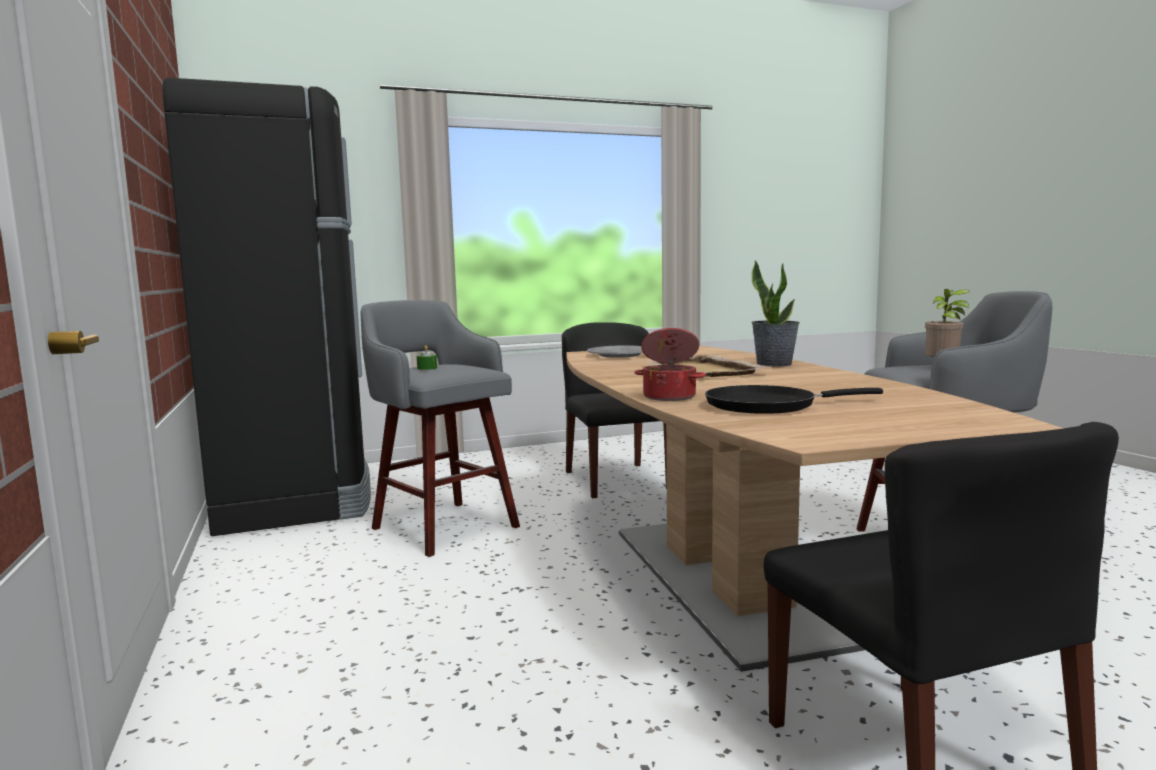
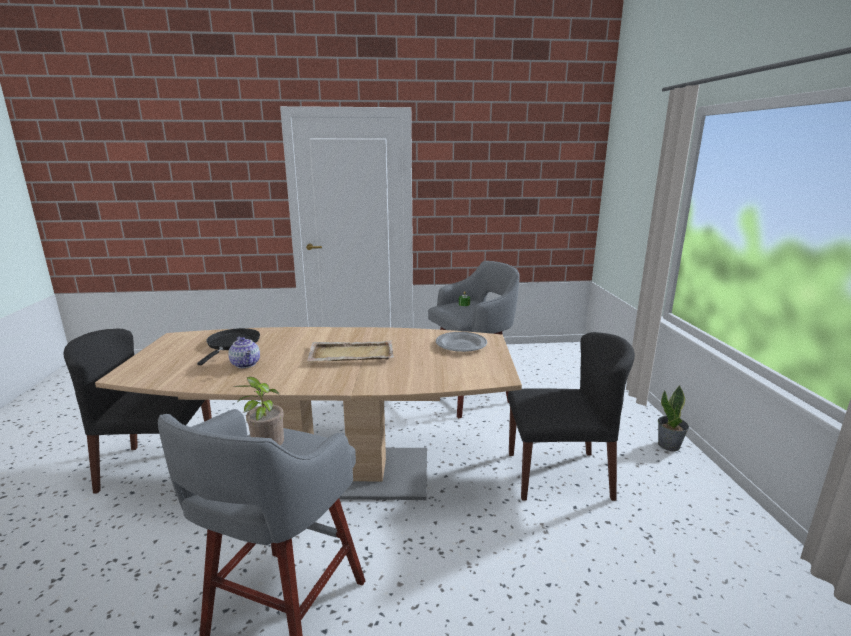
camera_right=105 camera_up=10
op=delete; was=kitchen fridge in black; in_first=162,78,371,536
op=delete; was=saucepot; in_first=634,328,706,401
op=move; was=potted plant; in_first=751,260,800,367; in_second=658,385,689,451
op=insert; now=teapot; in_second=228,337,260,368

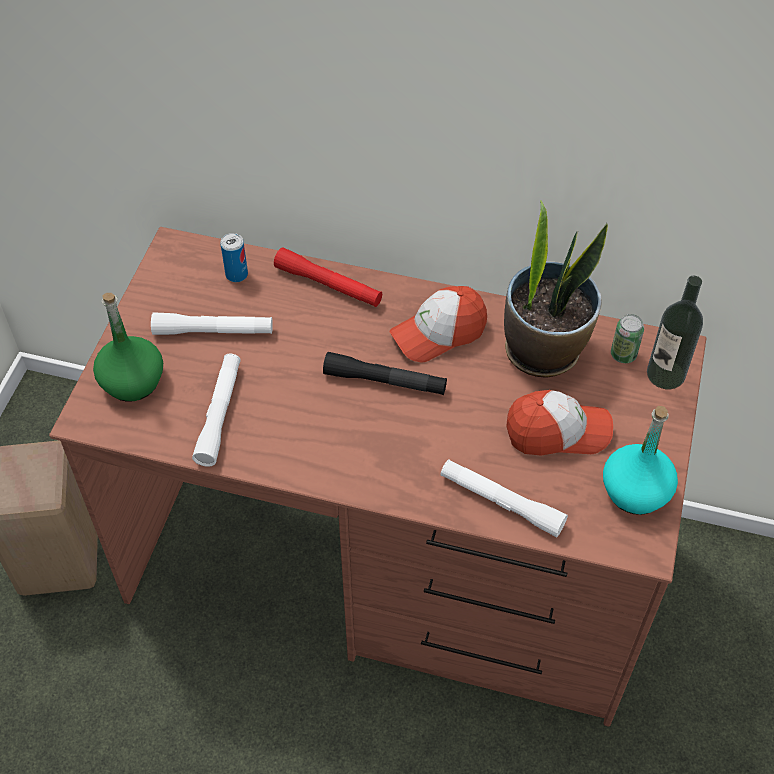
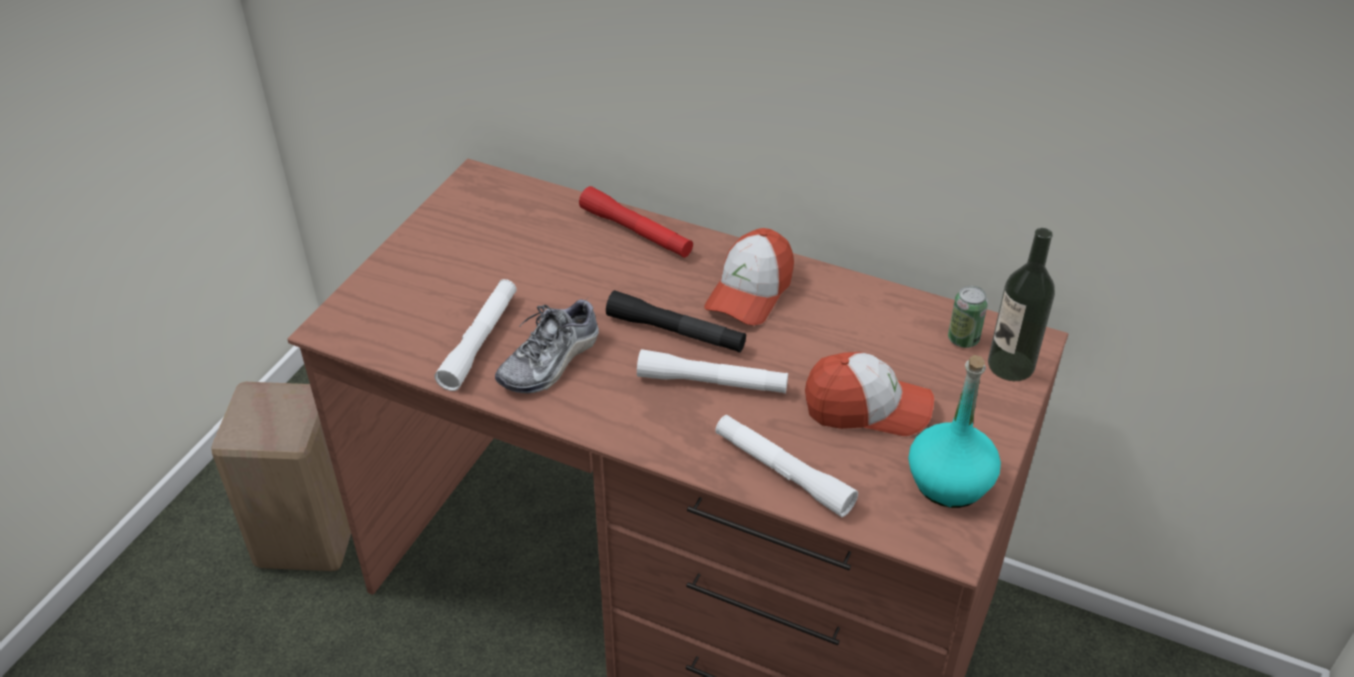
camera_right=10 camera_up=-10
op=delete; was=bottle in green; in_first=93,293,163,402
op=move; was=hand torch in white; in_first=151,312,273,335; in_second=637,349,788,394
op=delete; was=metal can; in_first=220,233,248,282
op=rotate; was=baseball cap; in_first=390,286,487,363; in_second=704,228,794,326; clockwise=-45
op=delete; was=potted plant; in_first=504,200,608,378
op=insert; now=item of footwear; in_second=495,297,599,393

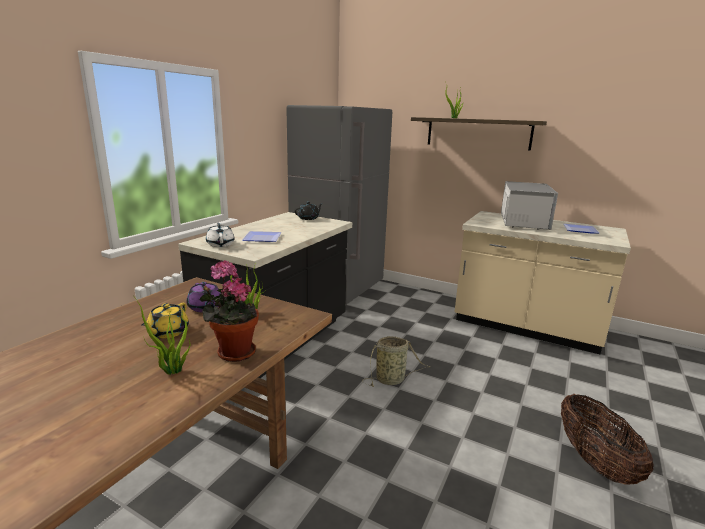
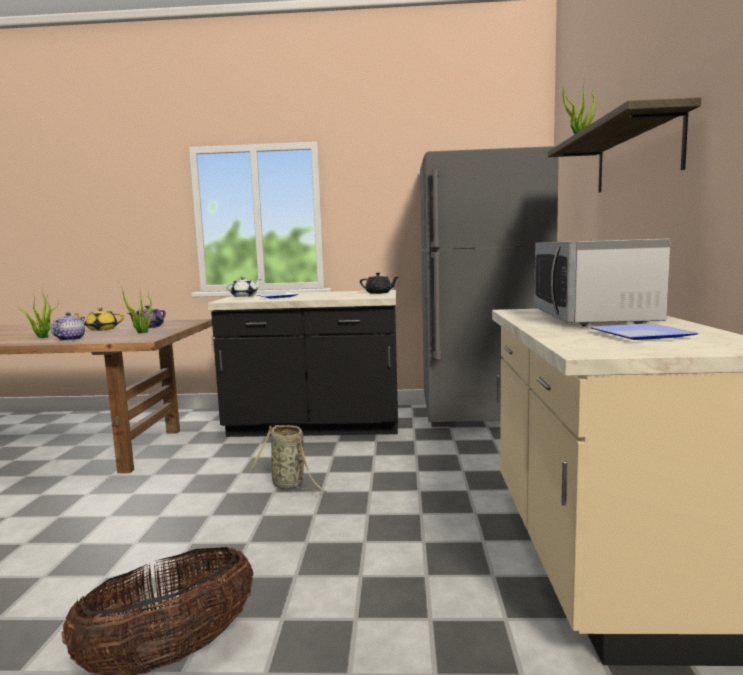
camera_right=65 camera_up=-10
op=replace; was=potted plant; now=teapot; in_first=199,260,259,362; in_second=51,312,85,341
op=rotate; was=kitchen microwave; in_first=501,181,558,230; in_second=534,238,671,326; clockwise=105

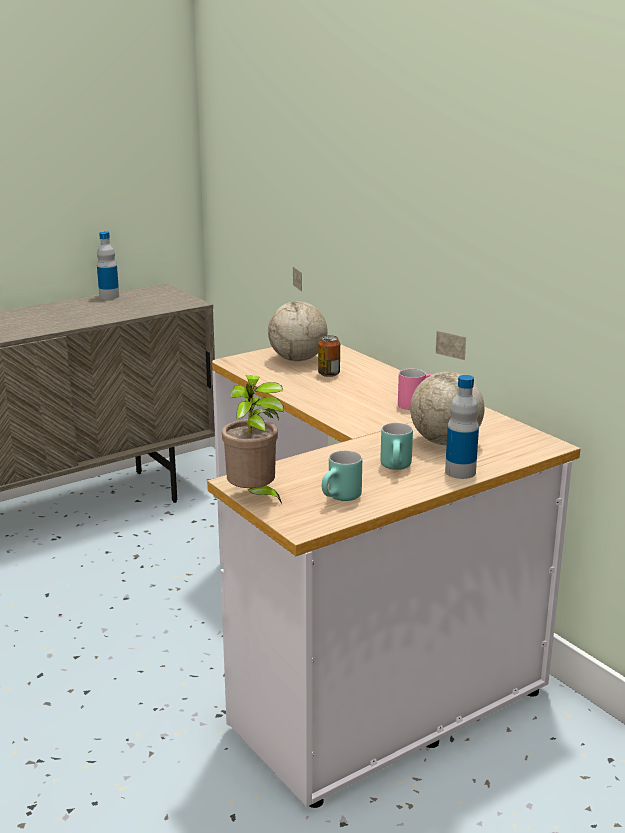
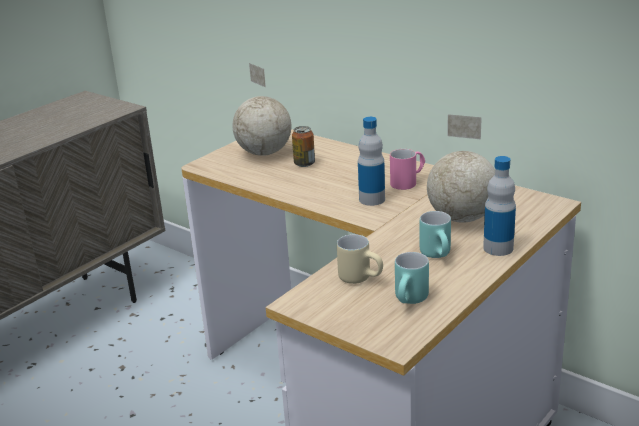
camera_right=-15 camera_up=5
op=move; was=bottle; in_first=97,231,119,300; in_second=358,117,385,206
op=delete; was=potted plant; in_first=222,375,284,504
op=insert; now=coffee mug in sand-coloured; in_second=337,234,383,284

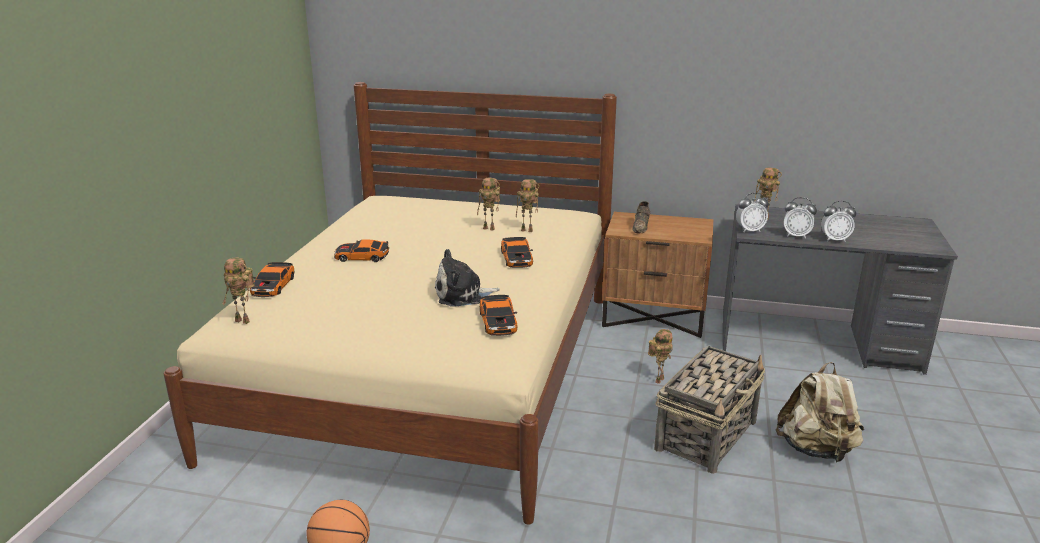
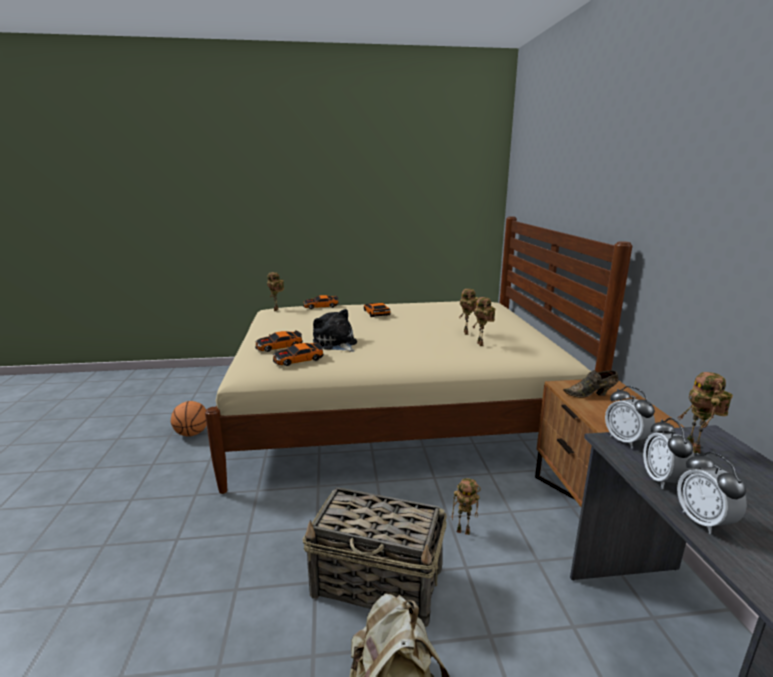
camera_right=70 camera_up=-5
op=move; was=miniature car; in_first=501,237,533,268; in_second=255,330,303,352

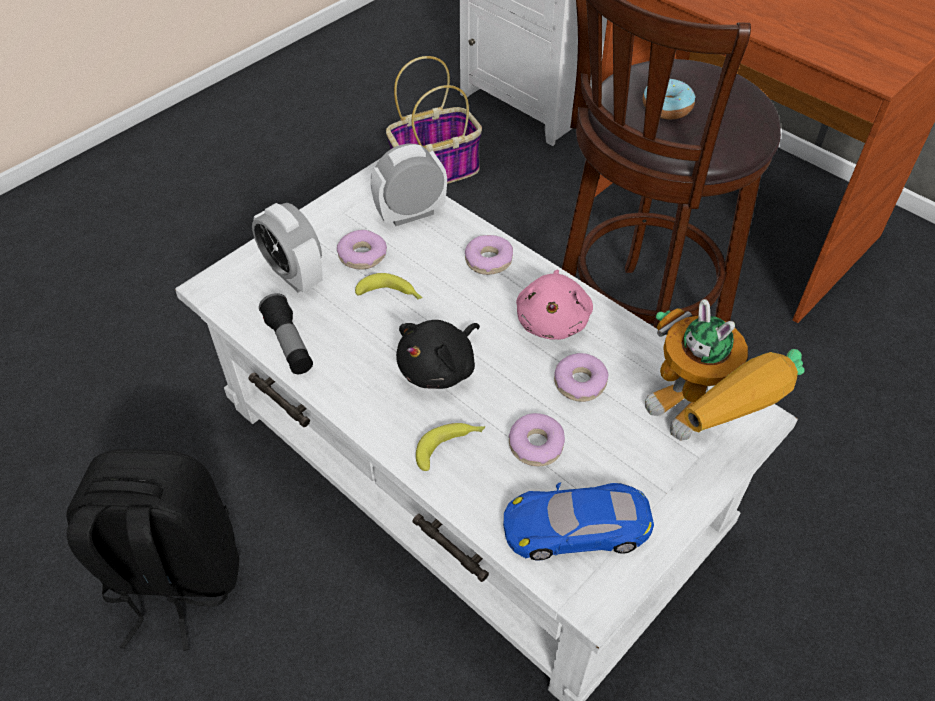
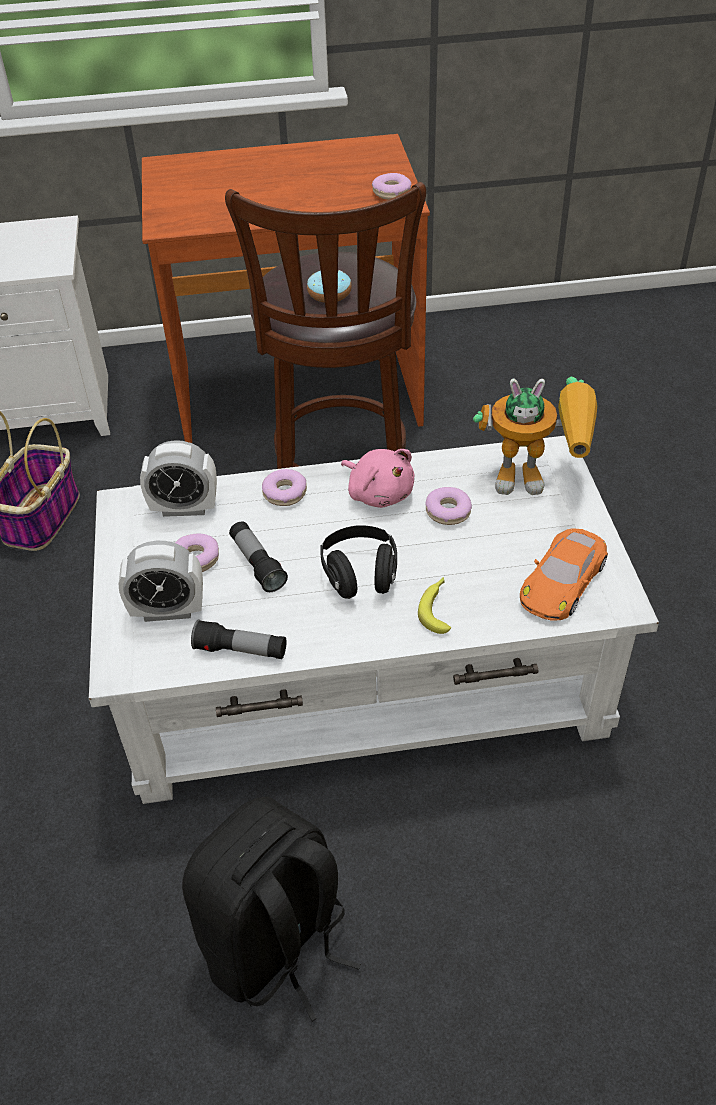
camera_right=-50 camera_up=-5
op=replace; was=whole banana; now=hand torch; in_first=355,273,423,300; in_second=229,522,288,592
op=rotate; was=bedside clock; in_first=370,143,447,226; in_second=140,440,217,517; clockwise=-105
op=replace; was=plush toy in black; now=headphones in black; in_first=396,320,480,389; in_second=320,526,397,599
op=recolor; was=miniature car in blue-coloured; now=miniature car in orange-coloured; in_first=503,482,654,561; in_second=520,528,608,621
op=move; was=donut; in_first=509,413,565,466; in_second=372,173,412,200

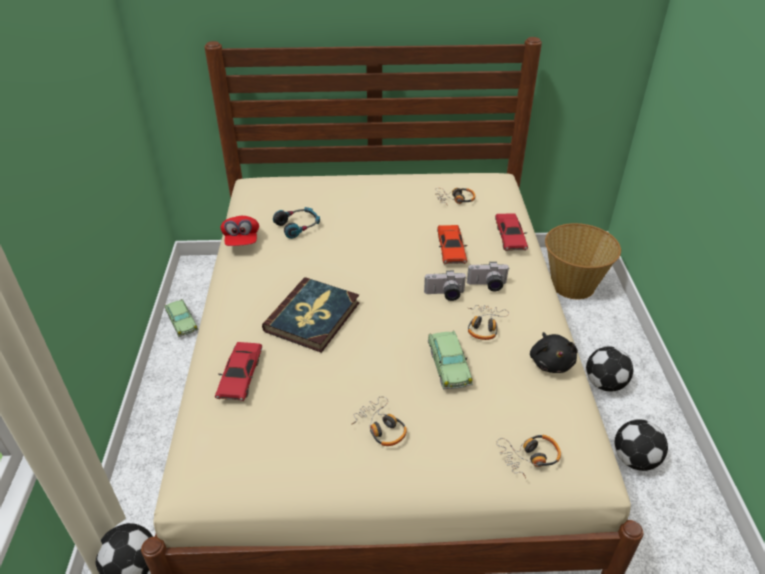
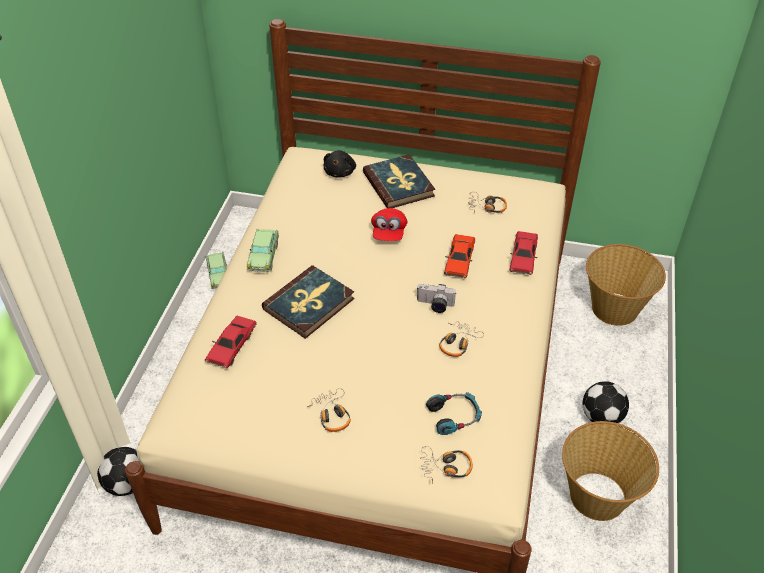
camera_right=15 camera_up=5
op=move; was=baseball cap in red-coloured; in_first=221,216,259,246; in_second=371,208,408,241
op=move; was=headphones; in_first=273,207,320,239; in_second=426,392,482,435
op=move; was=miniature car; in_first=428,330,473,389; in_second=247,229,279,272
op=delete; was=still camera; in_first=467,262,509,292
op=move; was=plush toy in black; in_first=530,332,578,373; in_second=324,150,356,178
op=replace; was=football ball; now=household basket; in_first=614,419,668,471; in_second=562,421,659,521
op=insert; now=volume; in_second=363,154,435,208

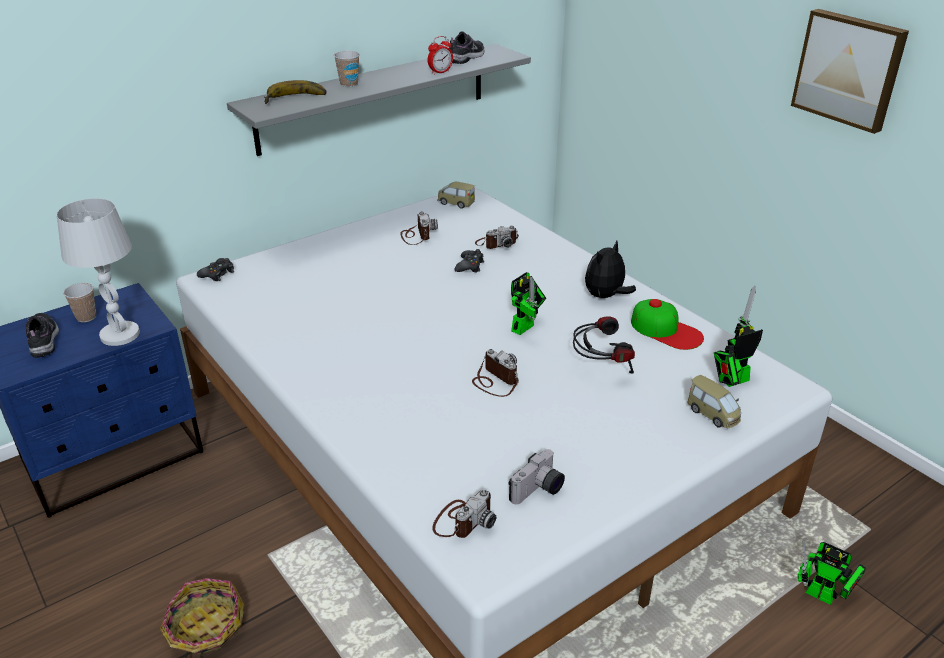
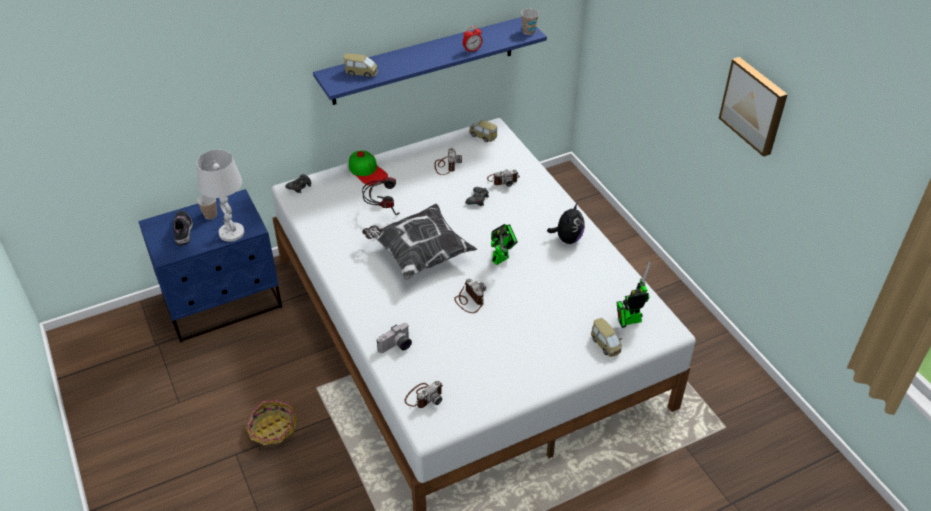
camera_right=10 camera_up=10
op=recolor; was=bracket shelf in grey; now=bracket shelf in blue-coloured; in_first=227,44,531,156; in_second=313,17,547,105
op=replace; was=whole banana; now=miniature car; in_first=265,80,327,104; in_second=343,54,378,78
op=move; was=cup; in_first=334,51,360,87; in_second=521,9,539,35
op=delete; was=item of footwear; in_first=449,31,484,64
op=move; was=still camera; in_first=509,449,565,504; in_second=377,323,412,353
op=move; was=headphones; in_first=573,316,635,374; in_second=362,177,399,215
op=rotate; was=plush toy; in_first=585,241,636,298; in_second=547,202,585,244; clockwise=150
op=move; was=baseball cap; in_first=631,299,704,350; in_second=349,151,388,186
op=delete; was=model robot; in_first=798,539,866,605
op=insert; now=throw pillow; in_second=362,204,477,280

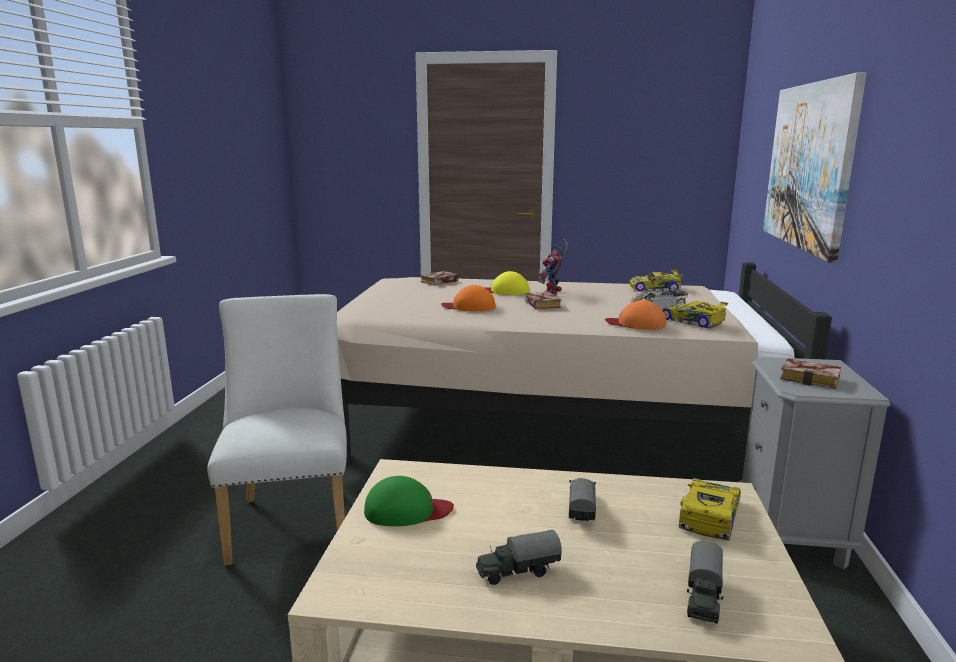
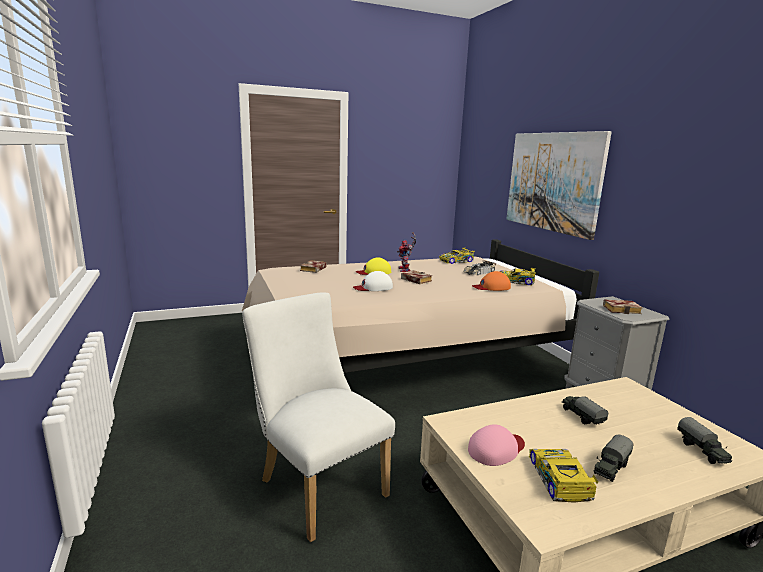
camera_right=-30 camera_up=0
op=recolor; was=baseball cap in green; now=baseball cap in pink; in_first=364,476,454,526; in_second=468,424,525,466
op=recolor; was=baseball cap in orange-coloured; now=baseball cap in white; in_first=441,285,496,311; in_second=353,271,393,291
op=move; was=miniature car; in_first=679,478,741,540; in_second=529,449,599,503

